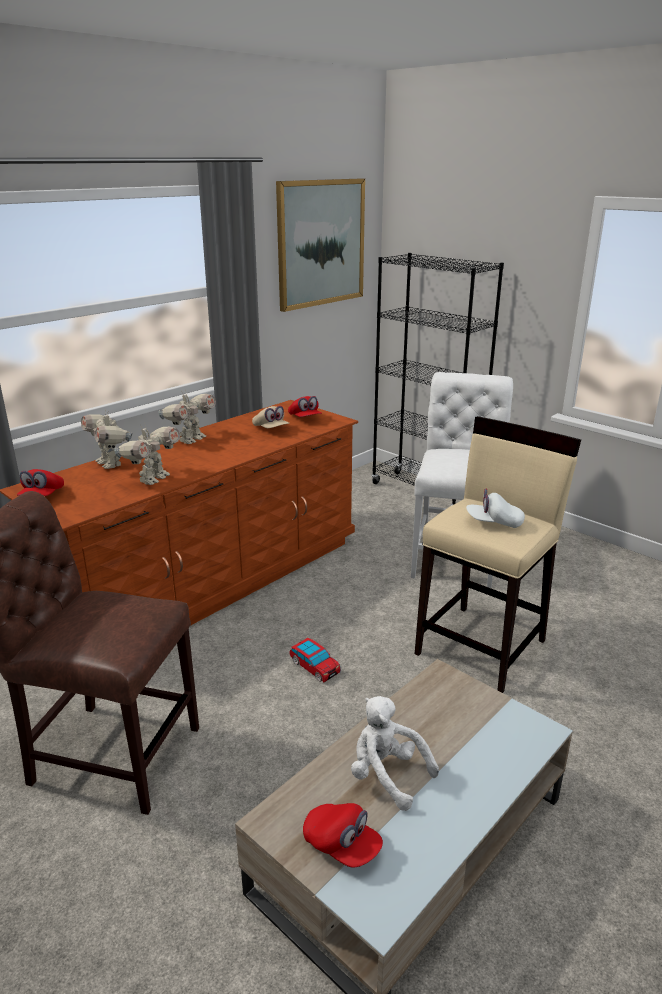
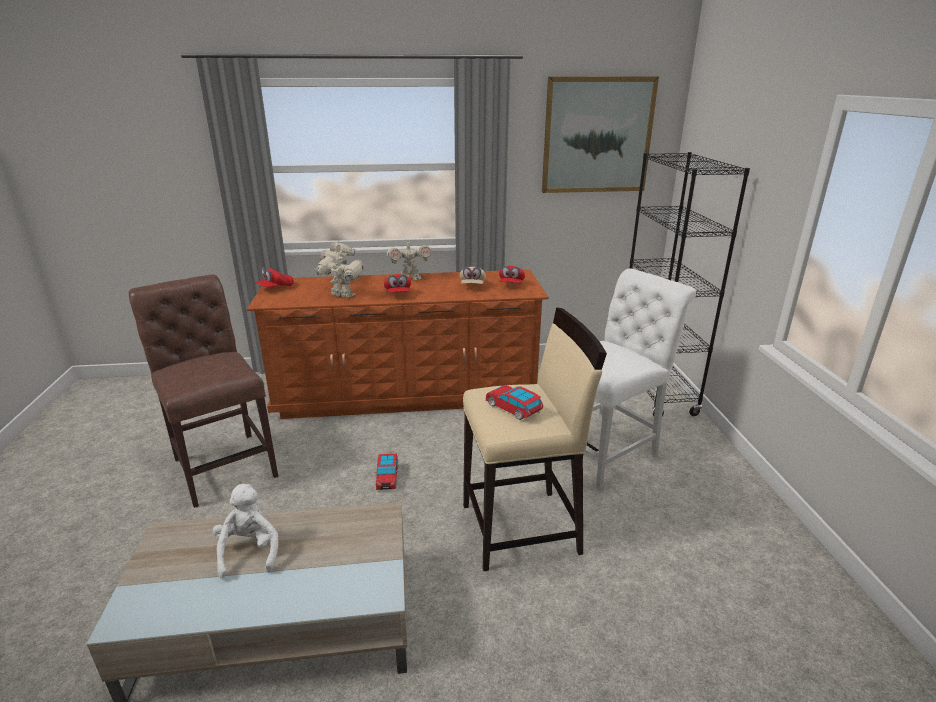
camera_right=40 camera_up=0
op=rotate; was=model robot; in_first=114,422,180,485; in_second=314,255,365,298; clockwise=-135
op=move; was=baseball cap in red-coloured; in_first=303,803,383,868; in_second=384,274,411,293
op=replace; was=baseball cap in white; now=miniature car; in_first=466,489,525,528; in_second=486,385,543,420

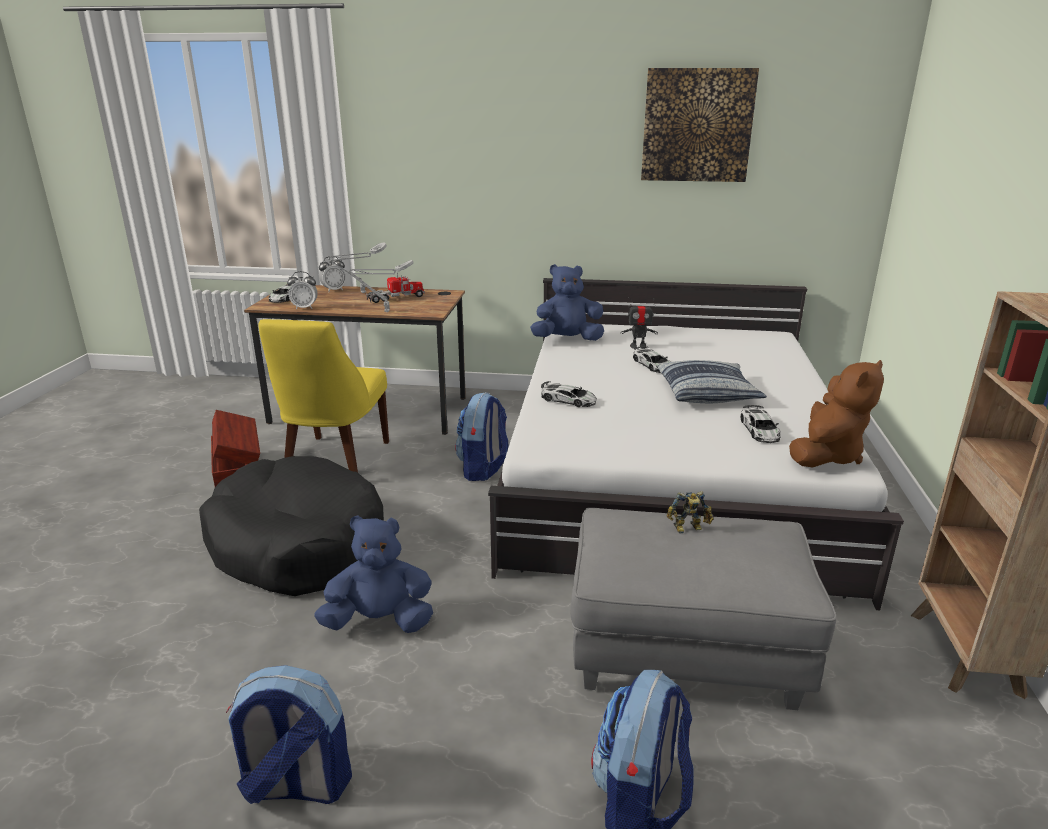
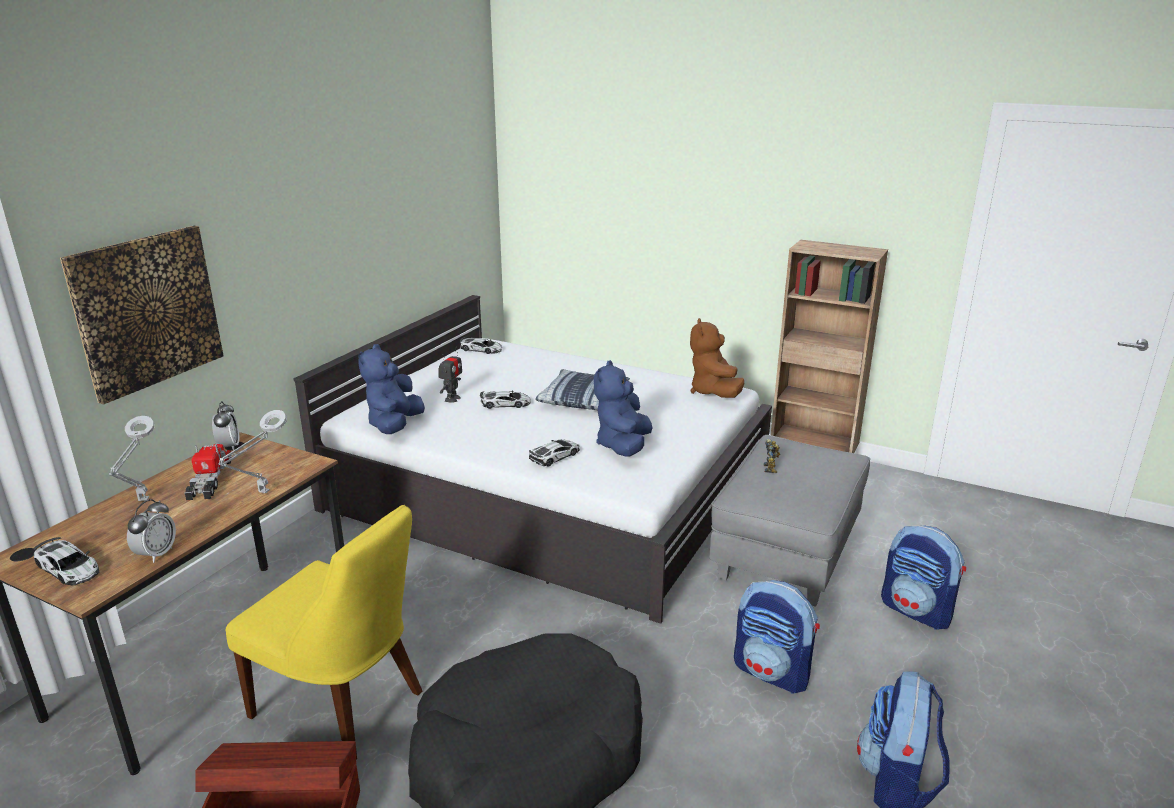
camera_right=-70 camera_up=0
op=move; was=plush toy in blue-coloured; in_first=314,516,433,633; in_second=594,360,652,457
op=move; was=bedside clock; in_first=319,256,346,292; in_second=212,401,239,451
op=move; was=knapsack; in_first=455,392,508,481; in_second=734,580,820,693
op=move; was=wall picture; in_first=641,68,759,182; in_second=60,226,224,404
op=move; was=miniature car; in_first=741,405,781,443; in_second=460,337,502,354
op=rotate; was=plush toy in brownish; in_first=789,360,884,468; in_second=690,318,744,398; clockwise=-150

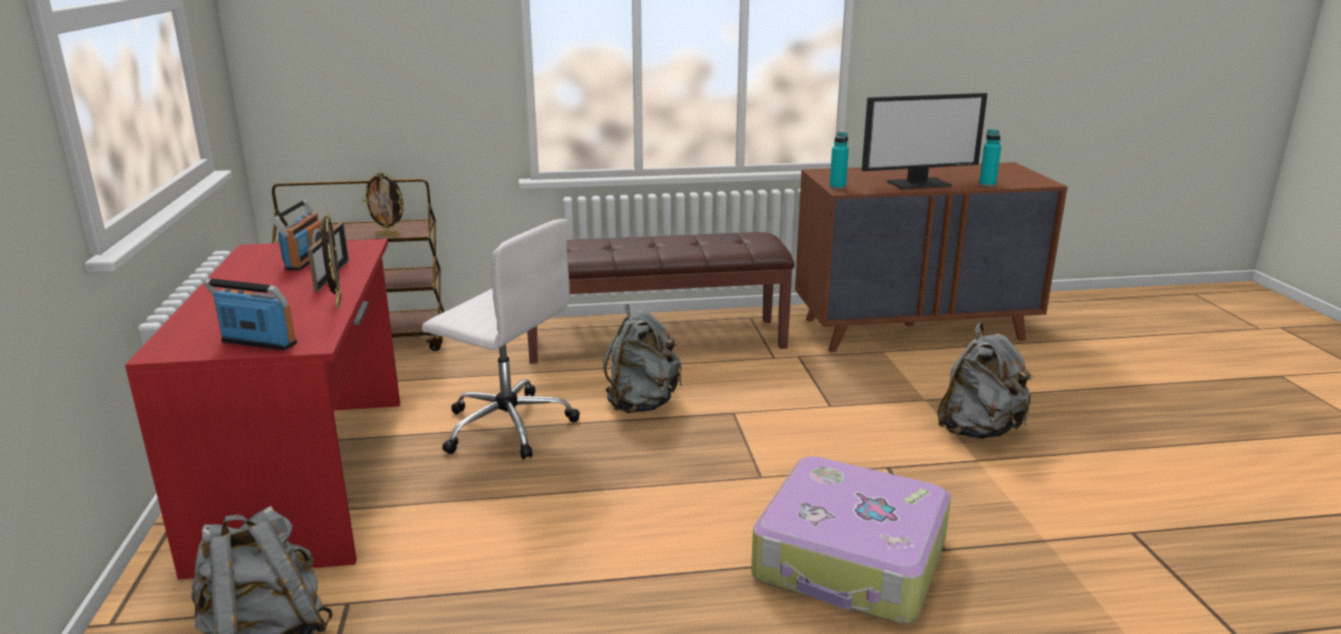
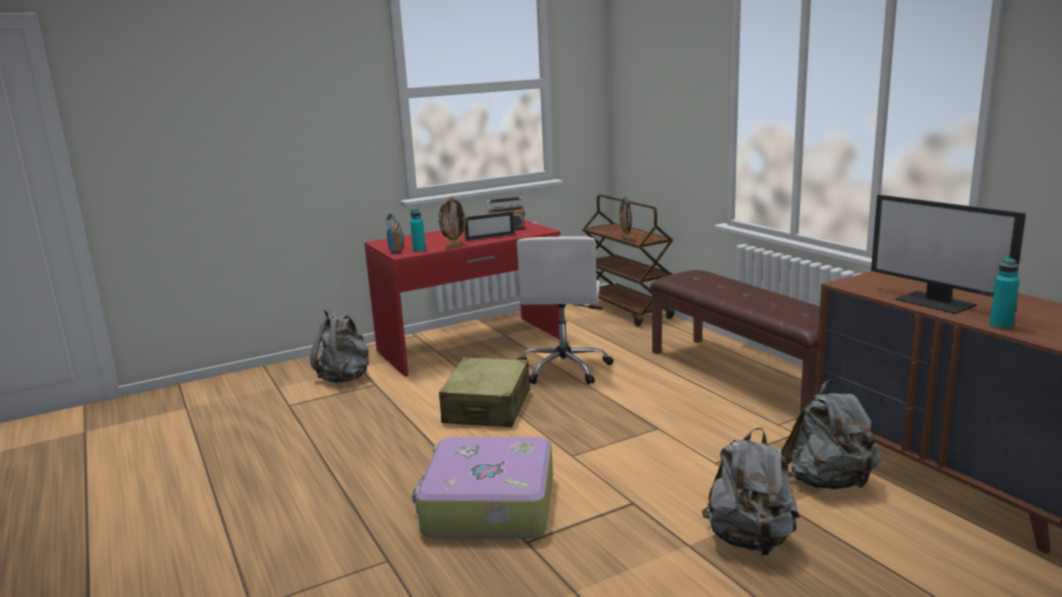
camera_right=70 camera_up=-5
op=move; was=knapsack in grey; in_first=603,304,682,413; in_second=781,380,881,489
op=move; was=bottle in blue-green; in_first=829,132,849,189; in_second=410,208,426,252
op=insert; now=travel case in sand-coloured; in_second=439,357,530,428

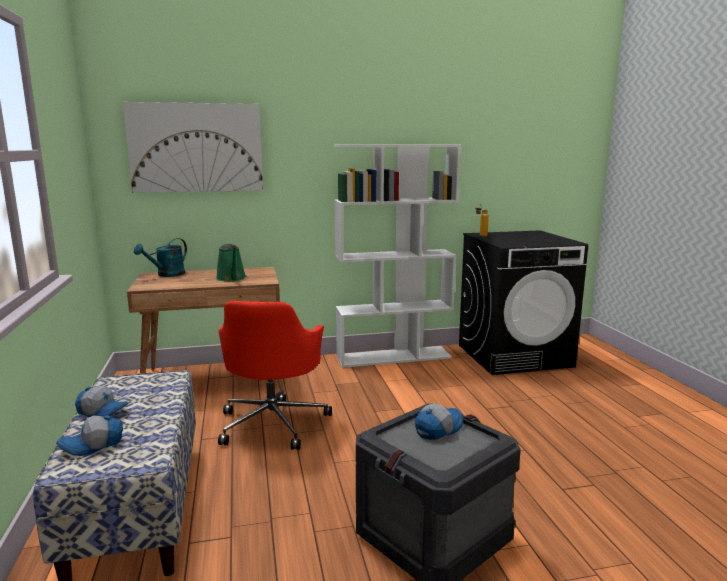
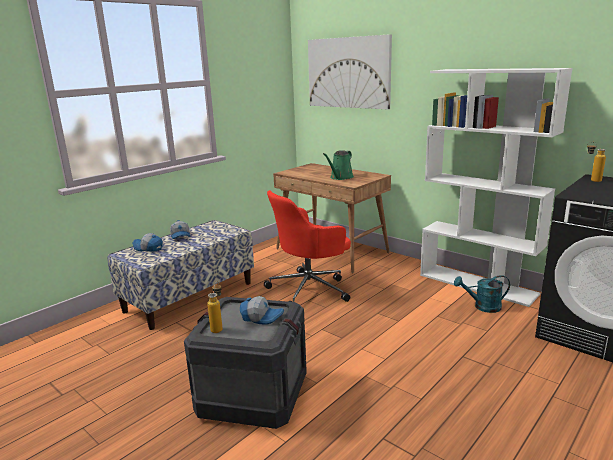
camera_right=55 camera_up=5
op=move; was=watering pot in blue-green; in_first=134,238,187,277; in_second=454,275,510,313
op=insert; now=bottle; in_second=207,281,223,333

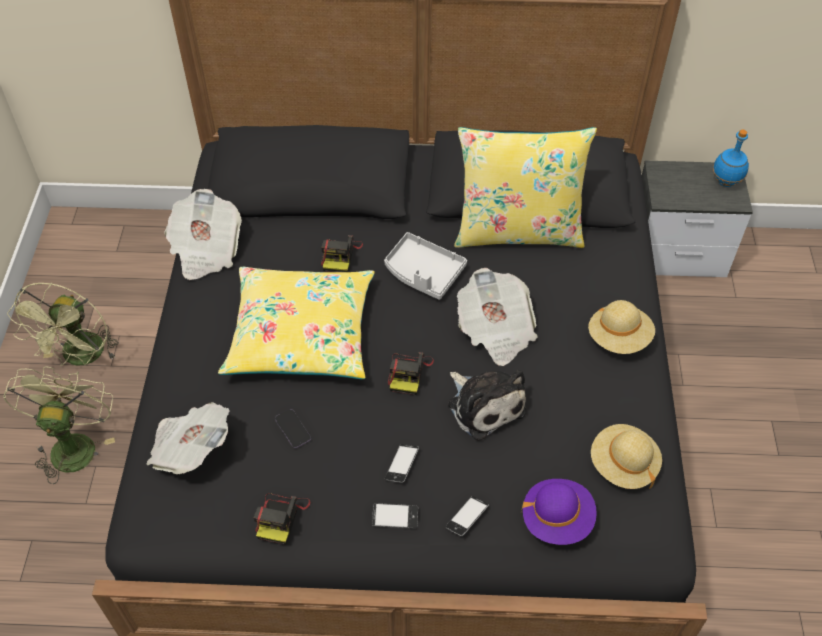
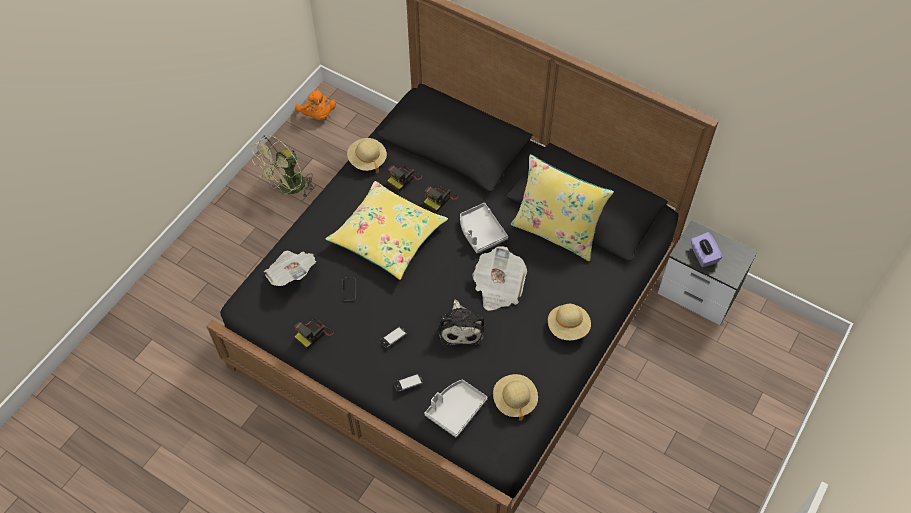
camera_right=30 camera_up=5
op=delete; was=electric fan in green; in_first=3,366,115,484
op=replace; was=daily paper; now=hat in sand-coloured; in_first=164,189,242,280; in_second=347,138,387,173
op=delete; was=telephone; in_first=372,503,418,528
op=move; was=still camera; in_first=388,352,434,395; in_second=387,165,422,191
op=replace; was=hat in purple-coloured; now=tray in grey; in_first=521,479,597,545; in_second=424,379,488,437
op=delete; was=bottle in blue-coloured; in_first=713,129,749,187
op=insert; now=plush toy in orange-coloured; in_second=295,88,336,120
op=insert; now=tissue box in purple-coloured; in_second=691,232,722,267

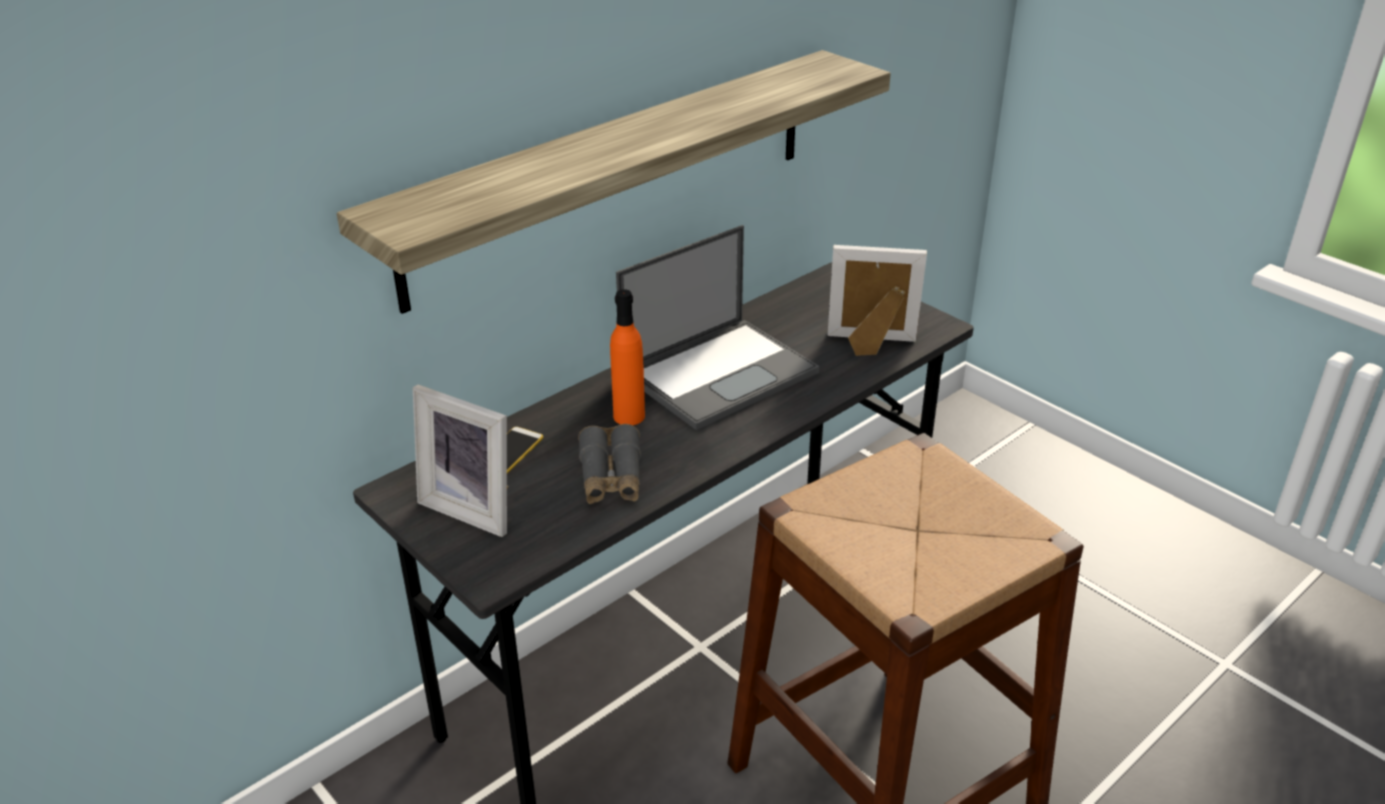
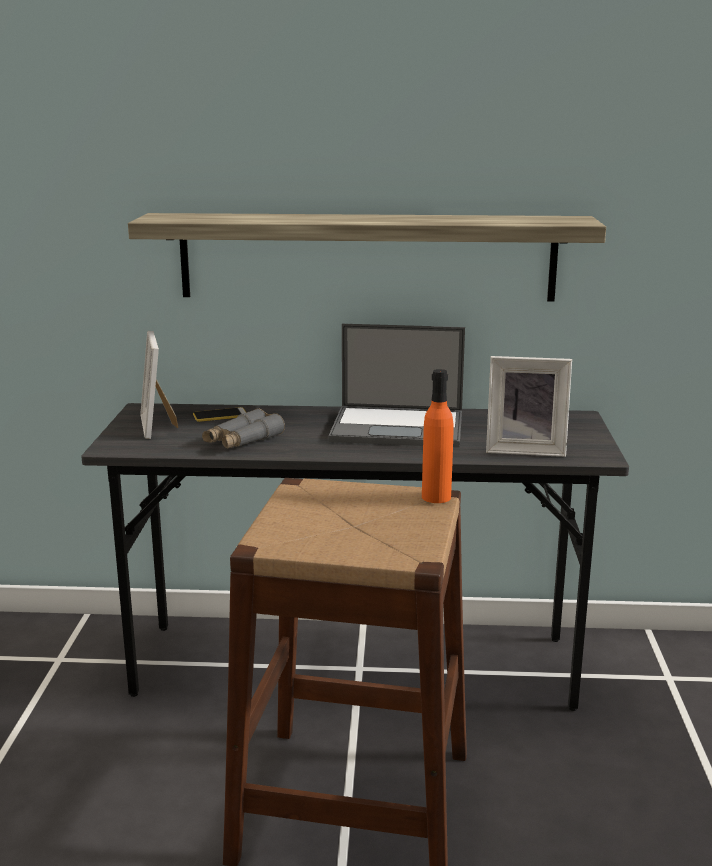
camera_right=45 camera_up=-15
op=move; was=bottle in orange-coloured; in_first=610,289,645,425; in_second=422,369,453,503
op=rotate; was=picture frame; in_first=828,245,927,356; in_second=486,356,572,457; clockwise=135

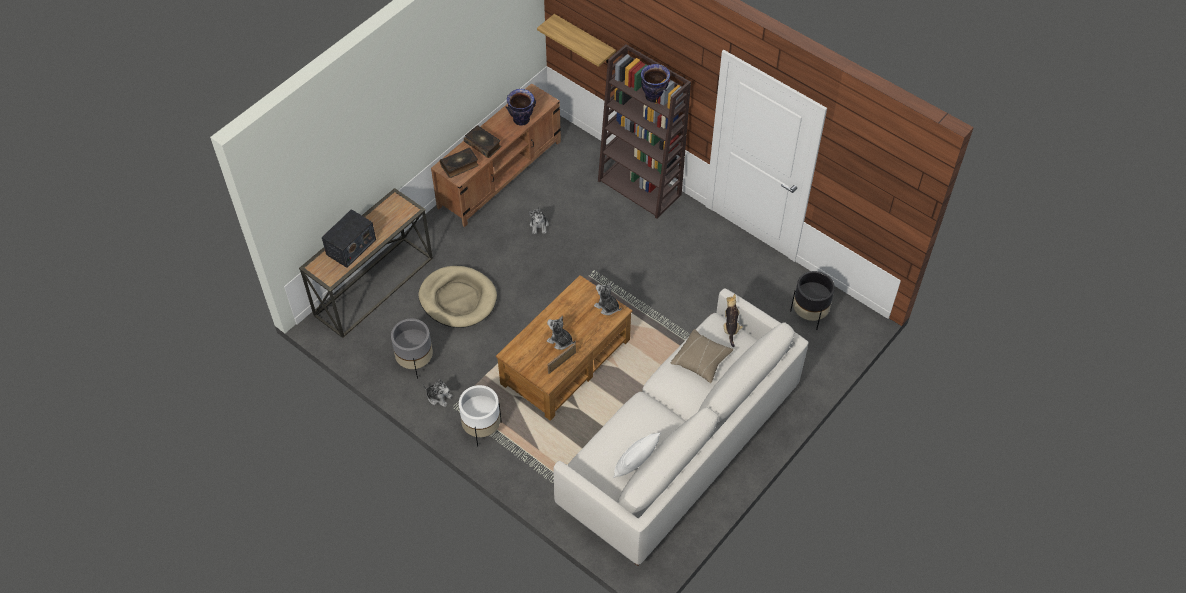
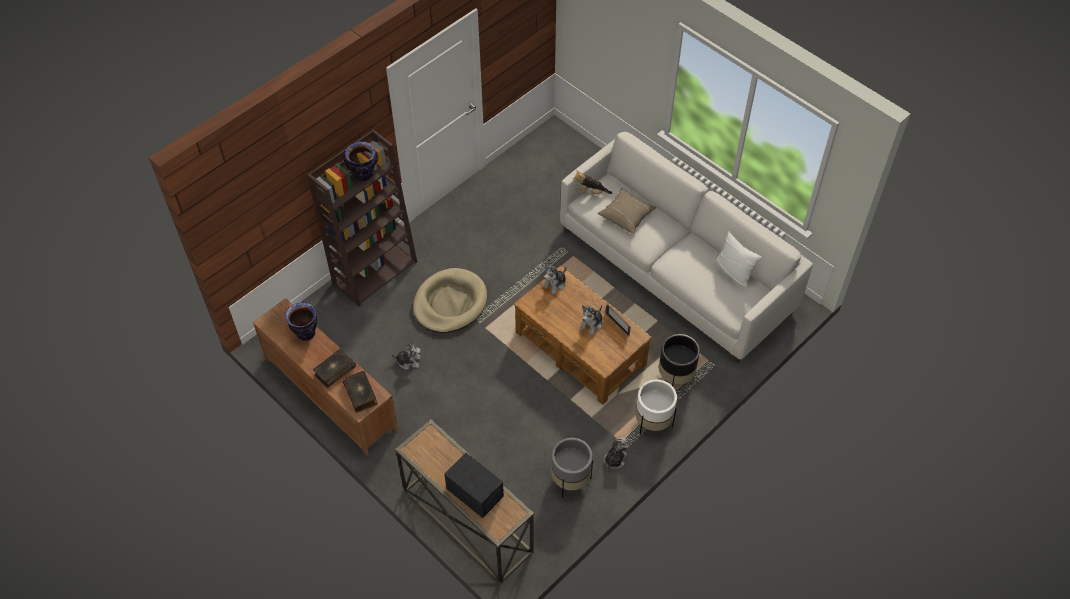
camera_right=-85 camera_up=0
op=move; was=pet bed in sand-coloured; in_first=419,266,497,328; in_second=413,268,487,333
op=delete; was=bracket shelf; in_first=537,14,616,67
op=move; was=planter in black; in_first=790,271,835,330; in_second=659,334,700,386

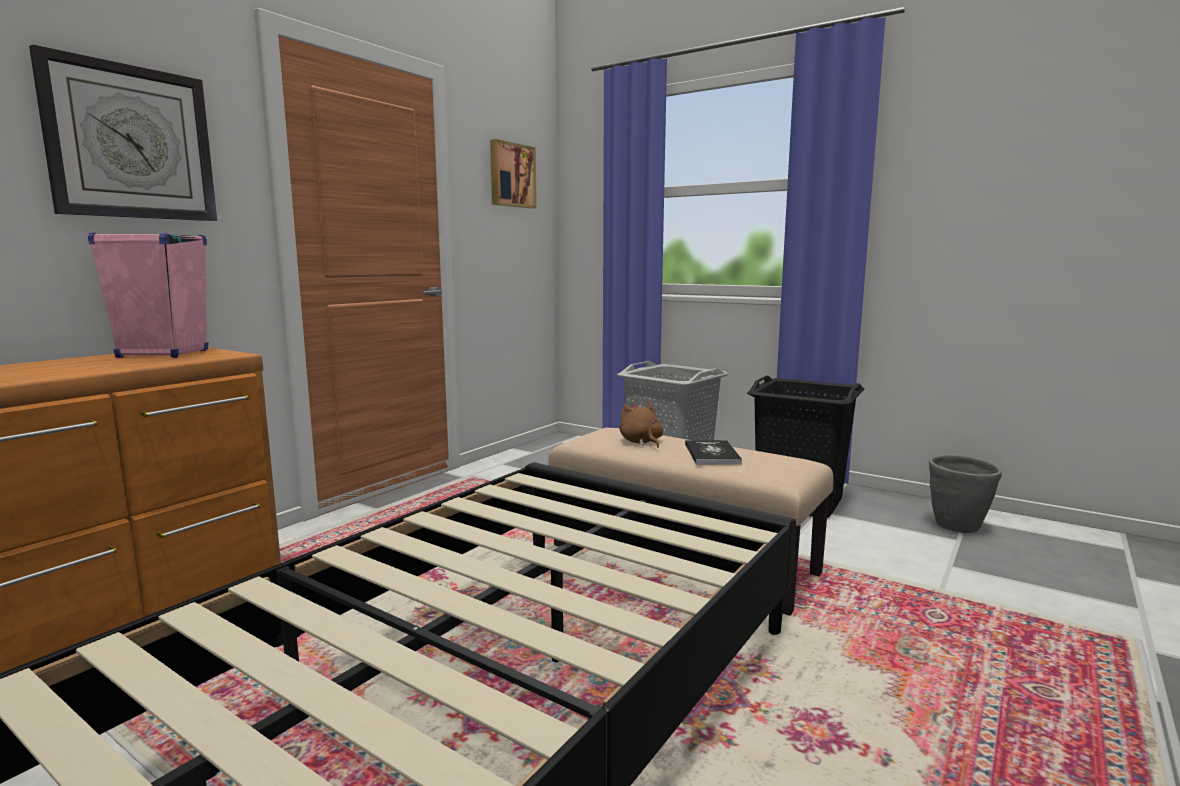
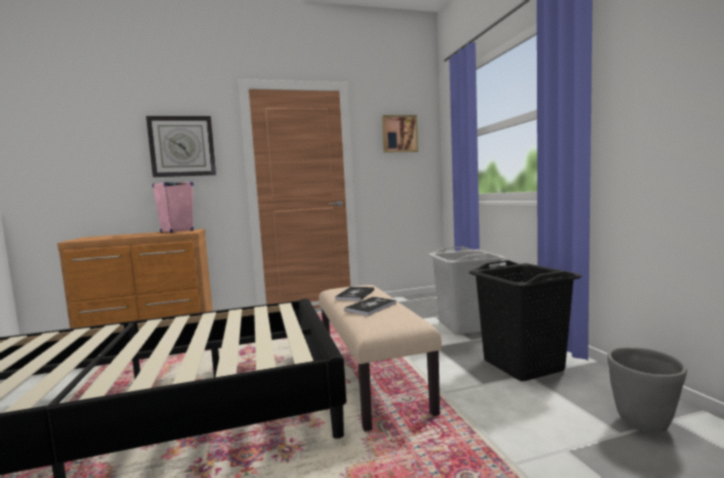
camera_right=40 camera_up=-5
op=replace; was=plush toy in brownish; now=volume; in_first=619,402,663,448; in_second=335,287,374,301

